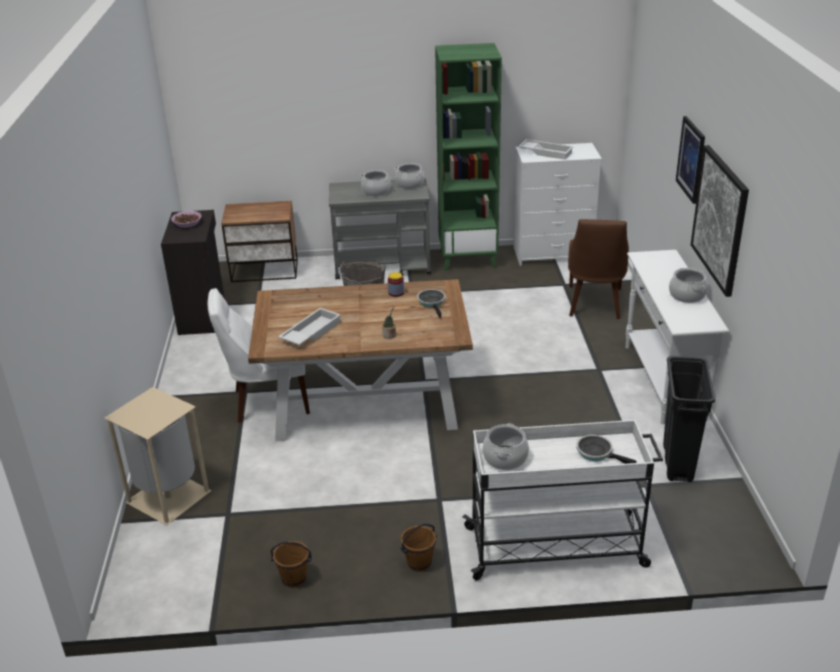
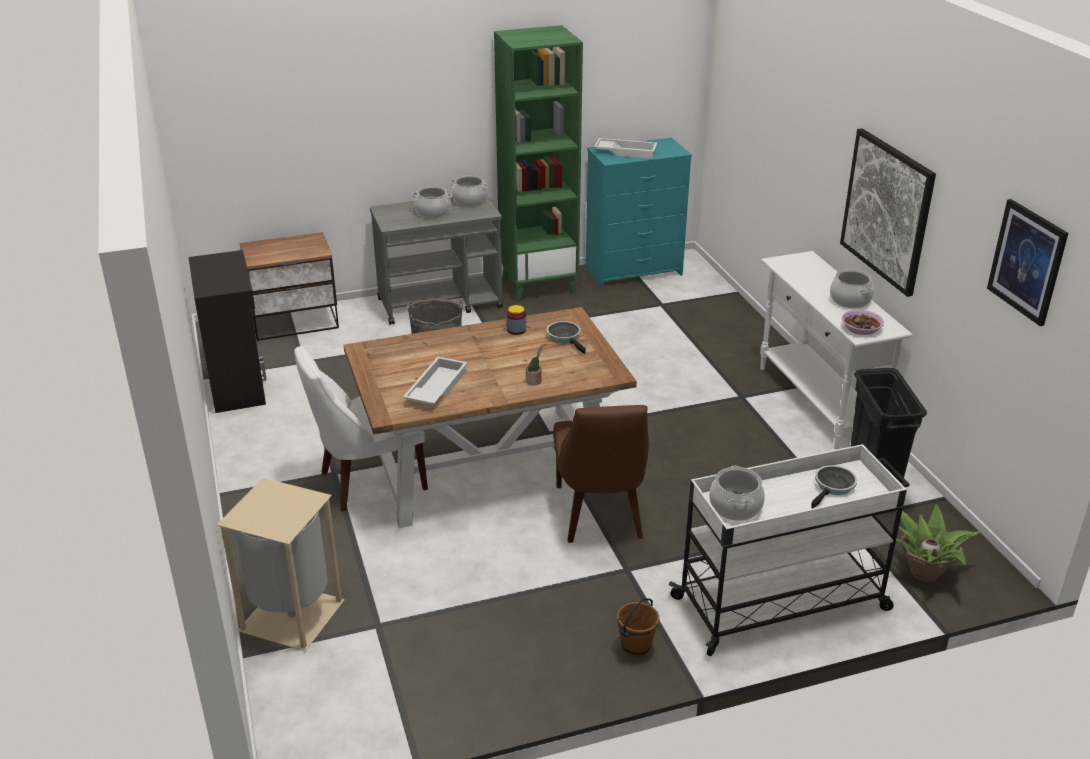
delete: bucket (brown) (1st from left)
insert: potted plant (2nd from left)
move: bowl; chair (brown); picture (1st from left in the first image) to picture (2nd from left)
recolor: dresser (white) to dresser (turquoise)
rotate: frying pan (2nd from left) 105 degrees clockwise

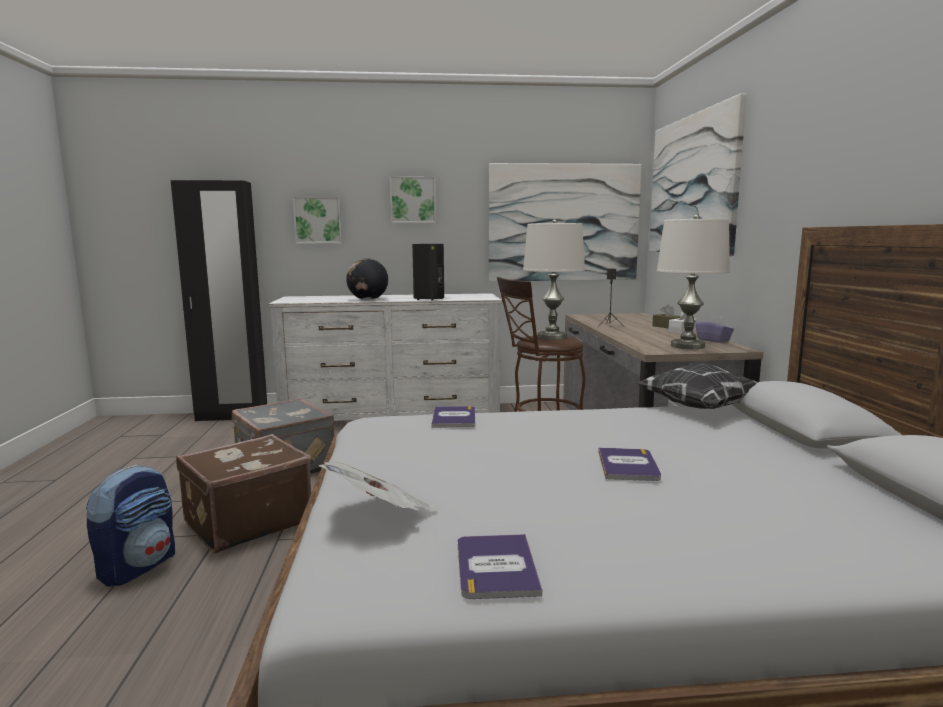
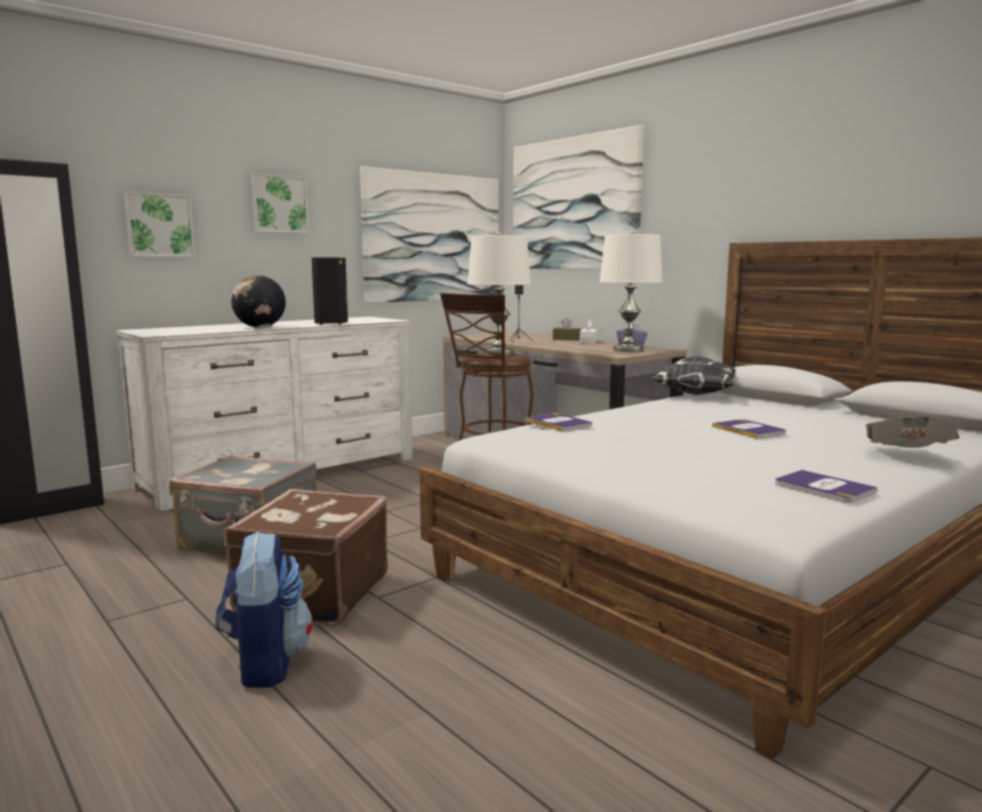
move: newspaper

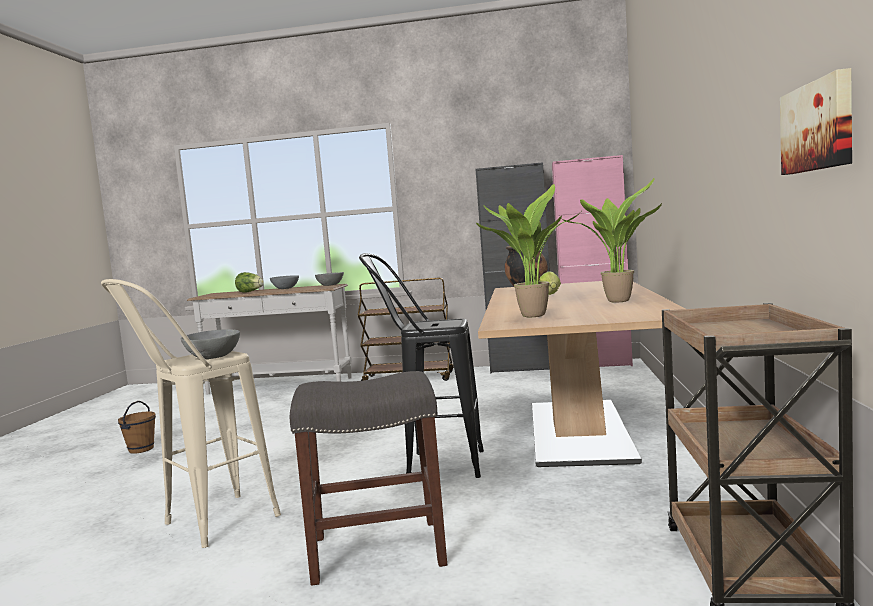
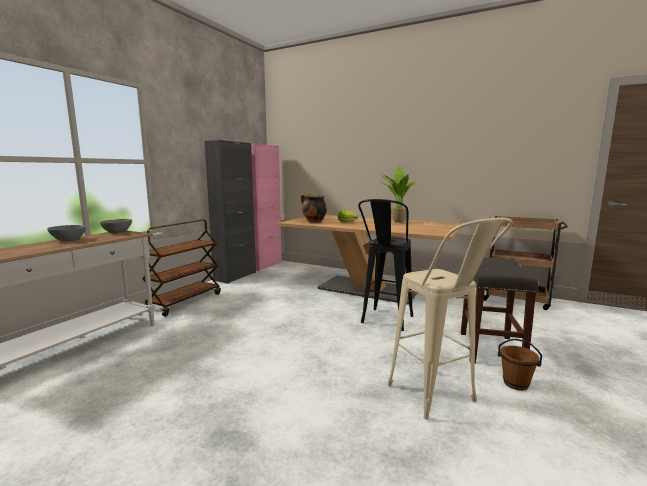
delete: bowl (grey) (1st from left); lettuce (1st from left); potted plant (1st from left); picture
move: bucket (brown)

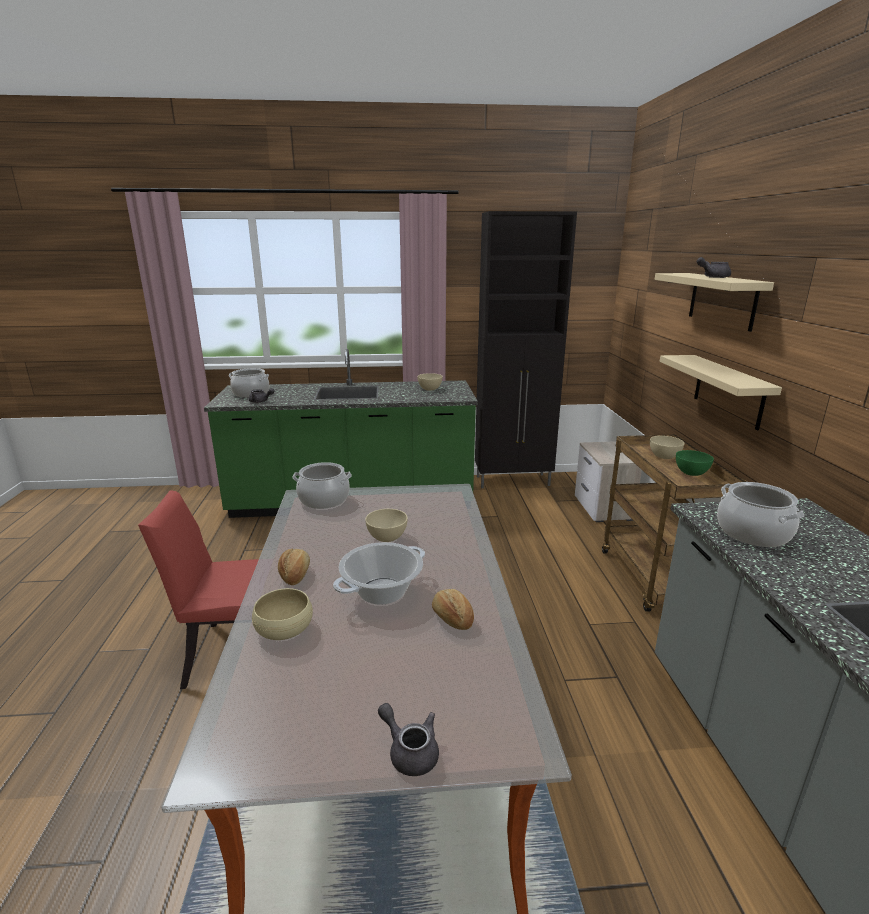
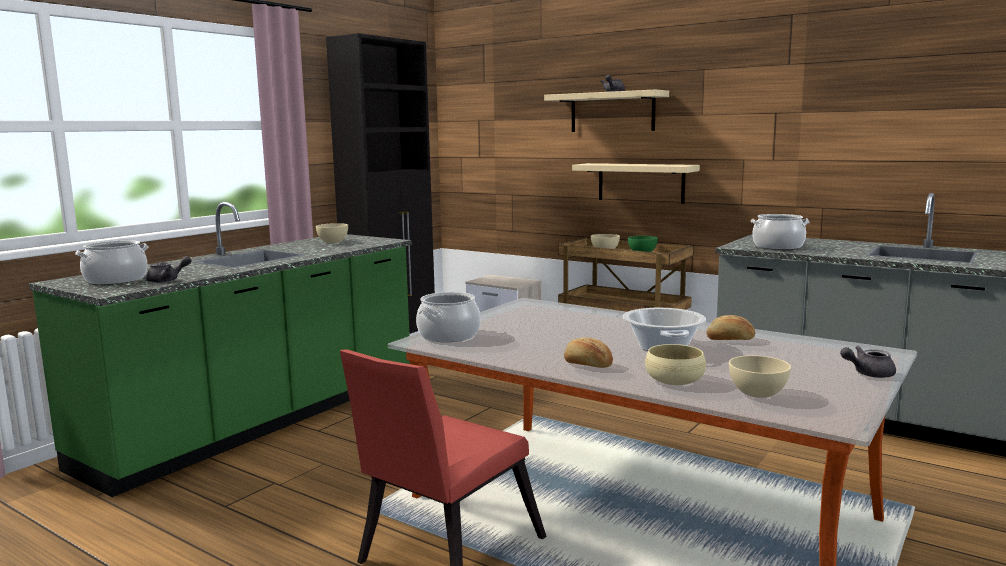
move: bowl (beige) (2nd from left in the first image) to bowl (beige) (4th from left)

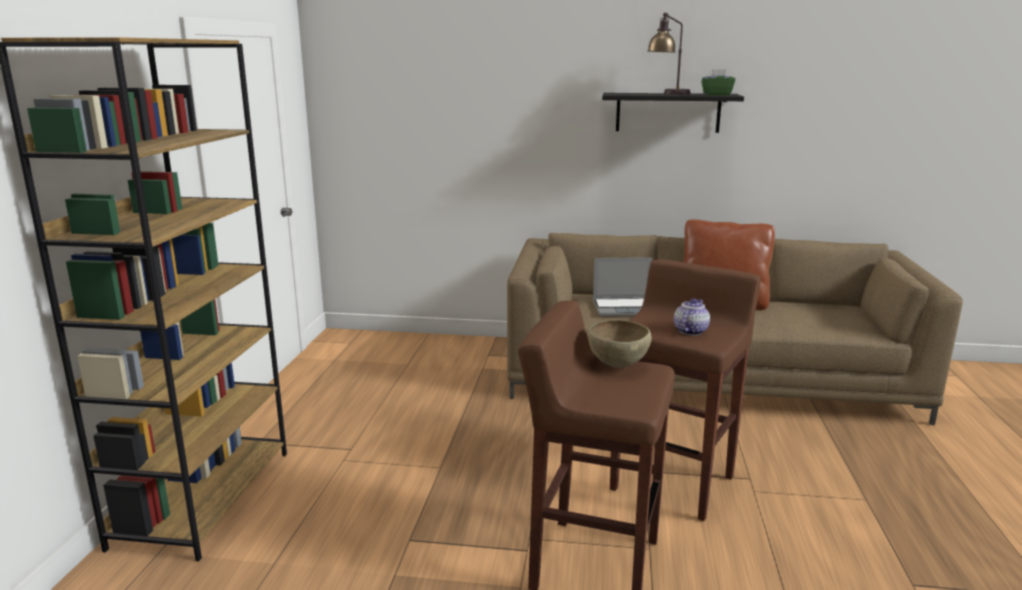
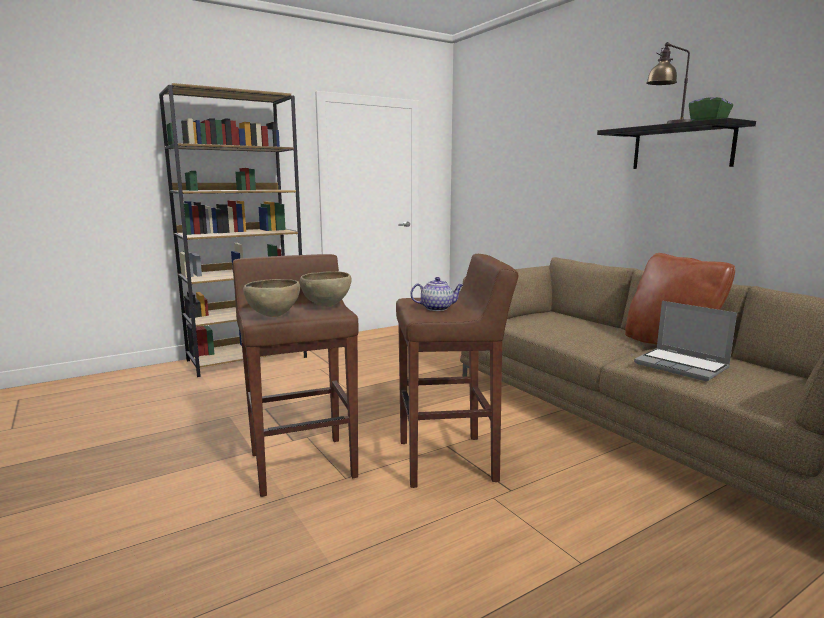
insert: bowl (brown) (1st from left)
move: laptop

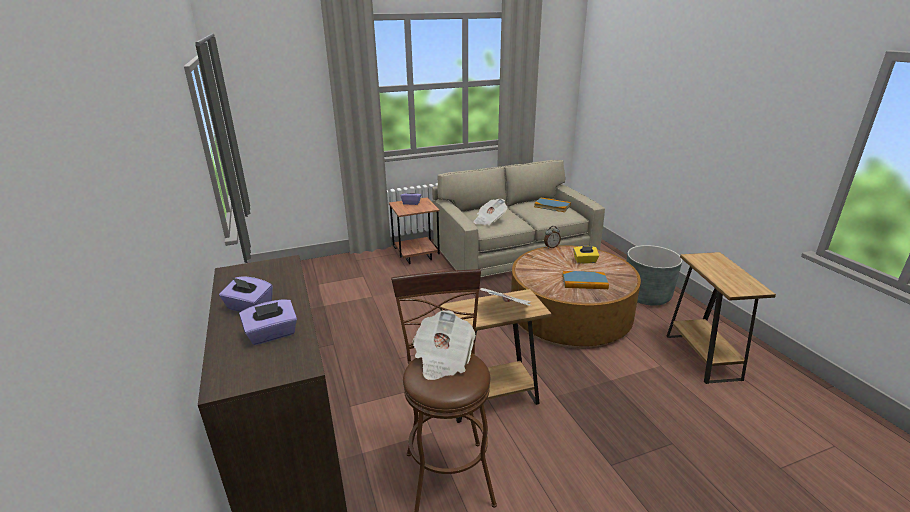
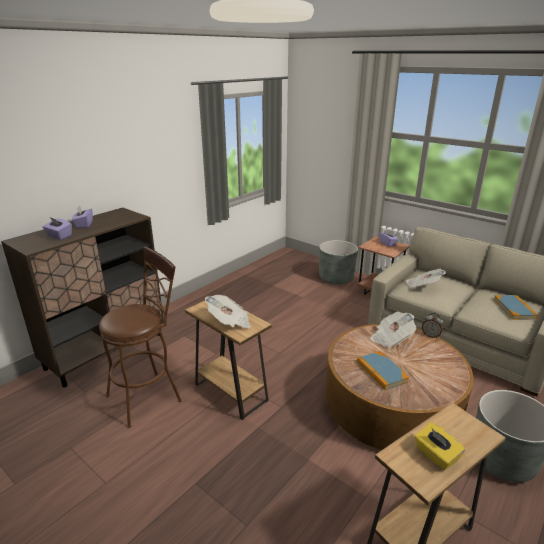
insert: planter (grey) (1st from left)
move: newspaper (1st from left in the first image) to newspaper (2nd from left); tissue box (yellow)

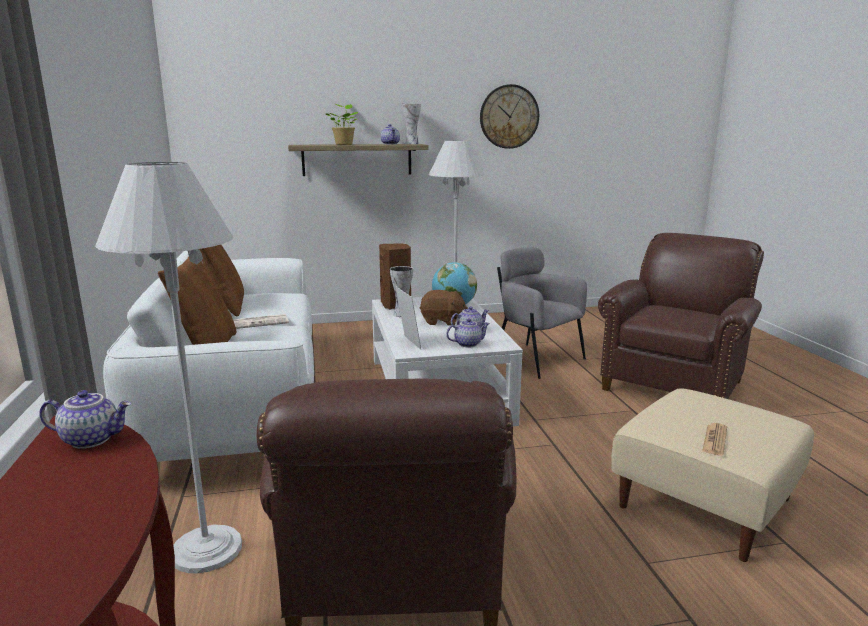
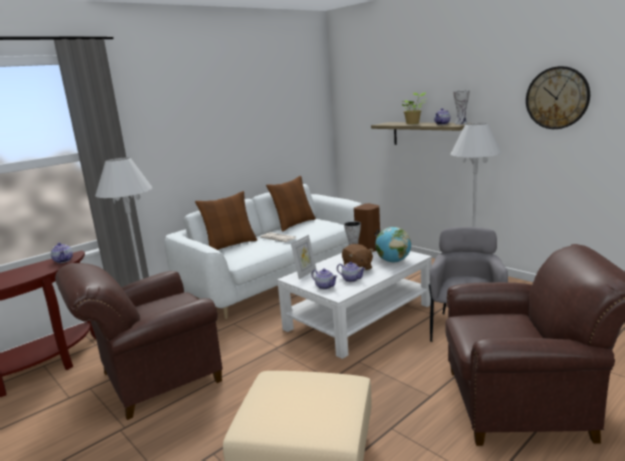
delete: newspaper (2nd from left)

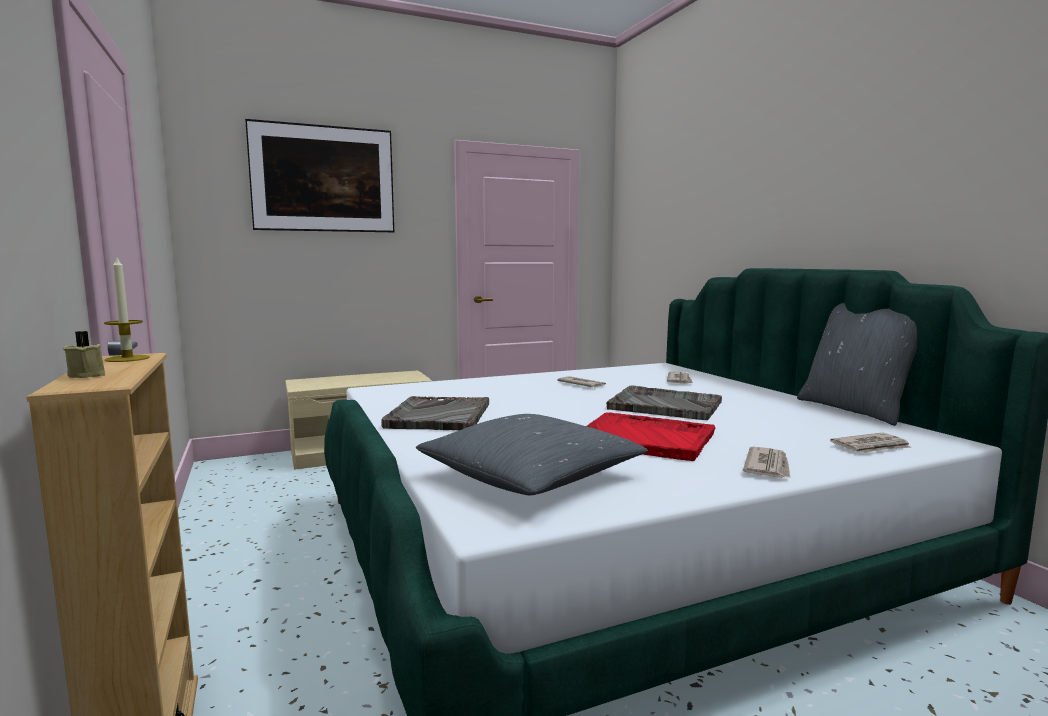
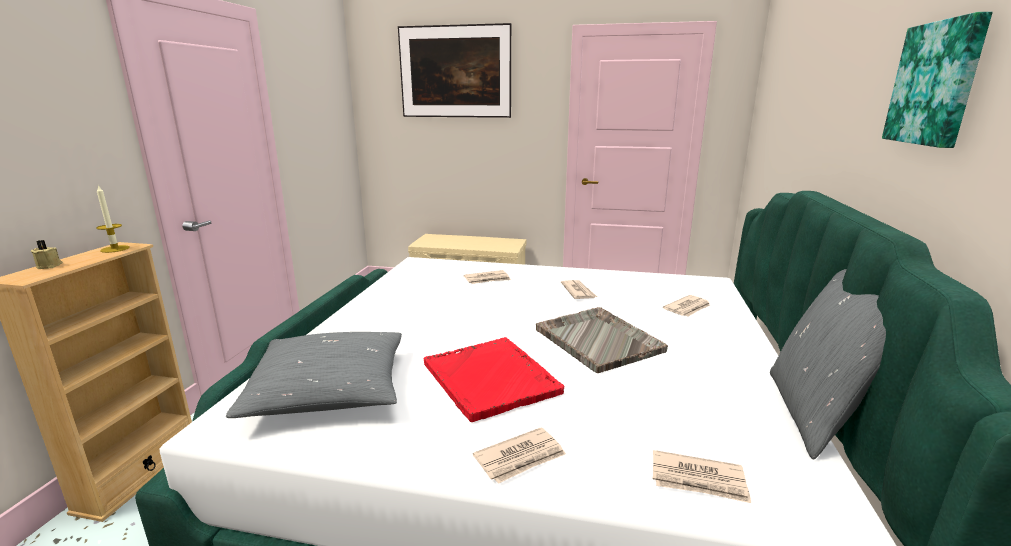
delete: tray (grey) (1st from left)
insert: newspaper (1st from left); picture (2nd from left)

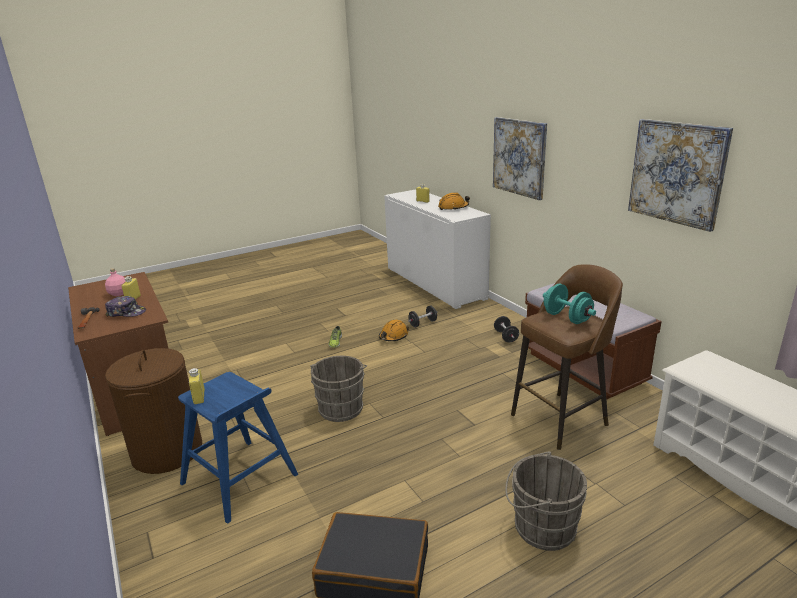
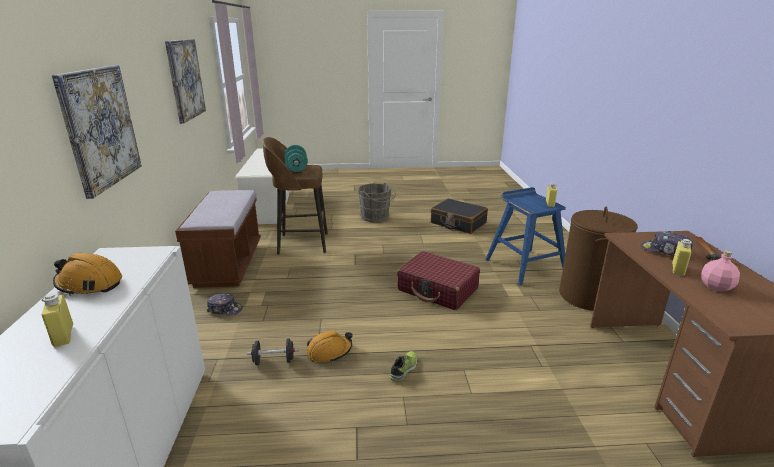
replace: bucket (grey) (1st from left) to suitcase (red); dumbbell (black) (2nd from left) to cap (1st from left)

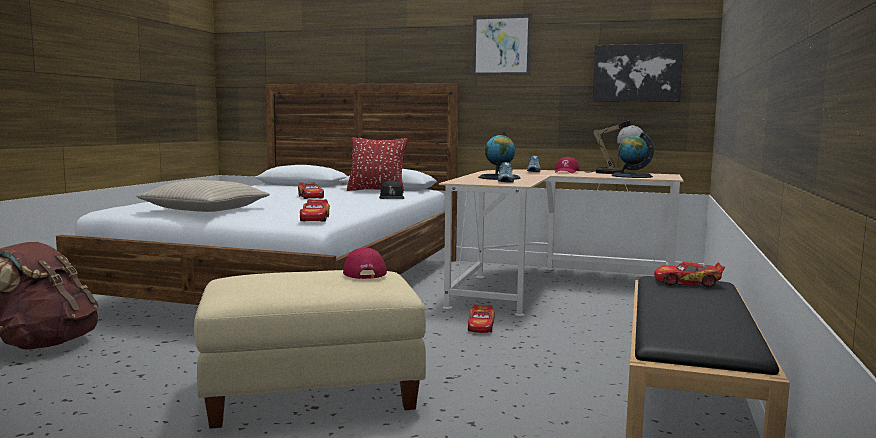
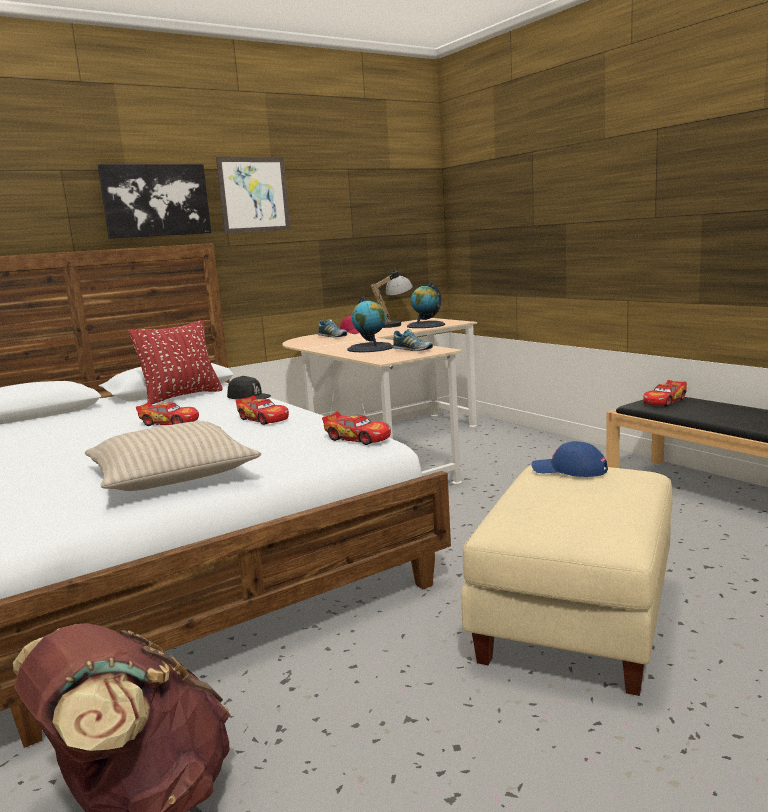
move: toy car (3rd from left in the first image) to toy car (2nd from left); picture (2nd from left in the first image) to picture (1st from left)
recolor: cap (red) (1st from left) to cap (blue)

